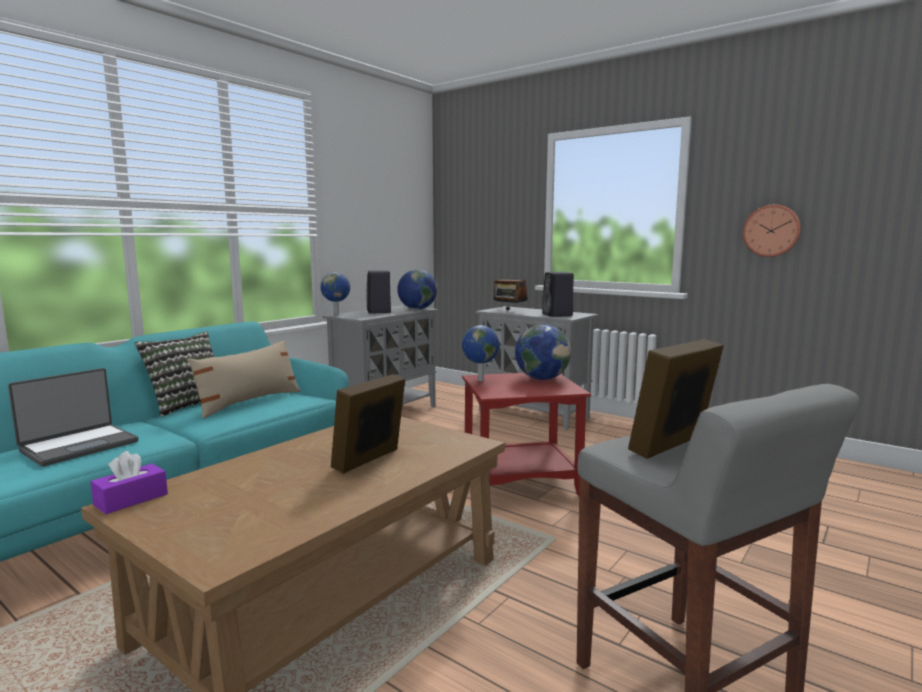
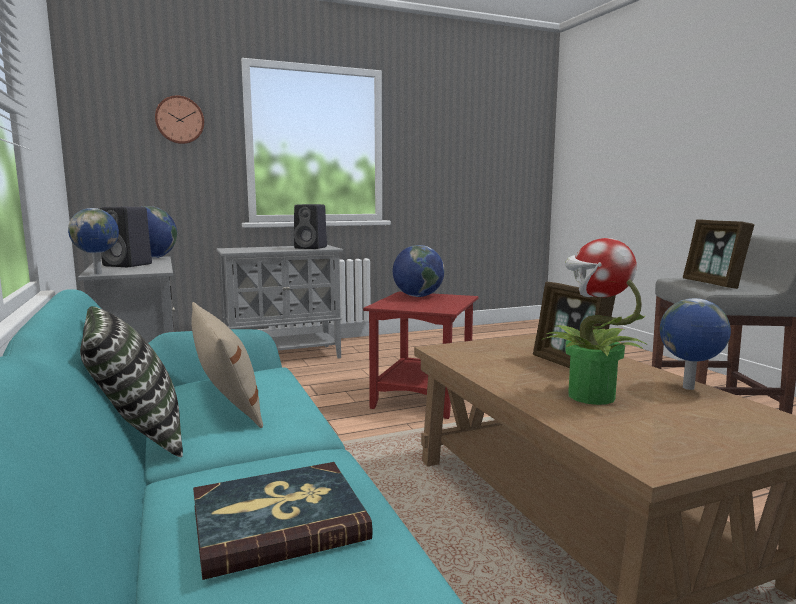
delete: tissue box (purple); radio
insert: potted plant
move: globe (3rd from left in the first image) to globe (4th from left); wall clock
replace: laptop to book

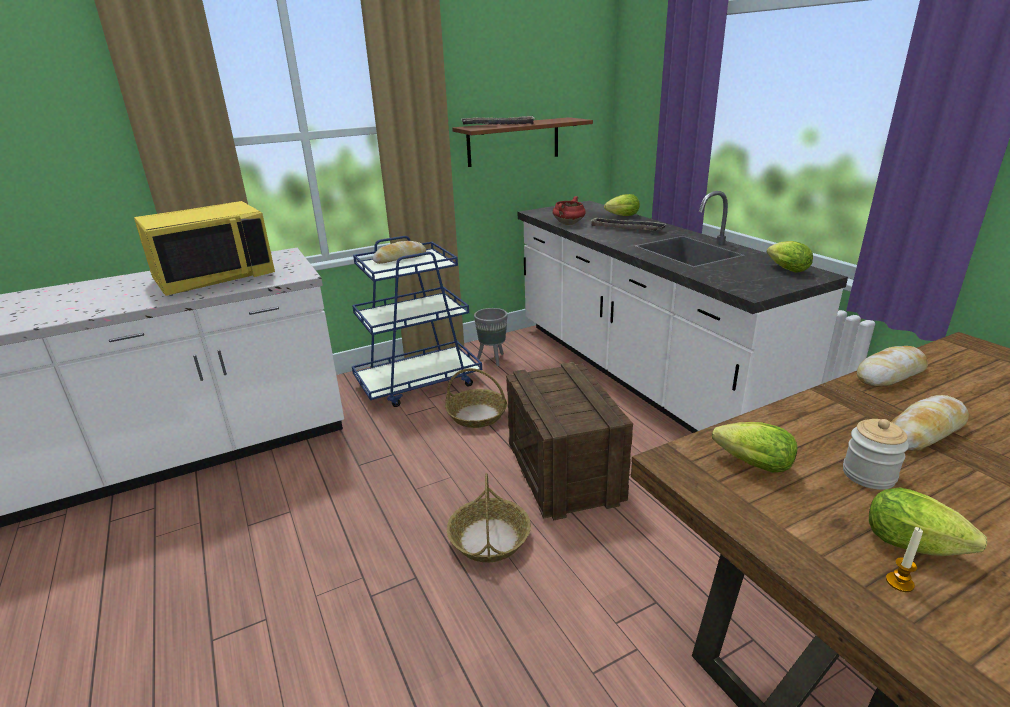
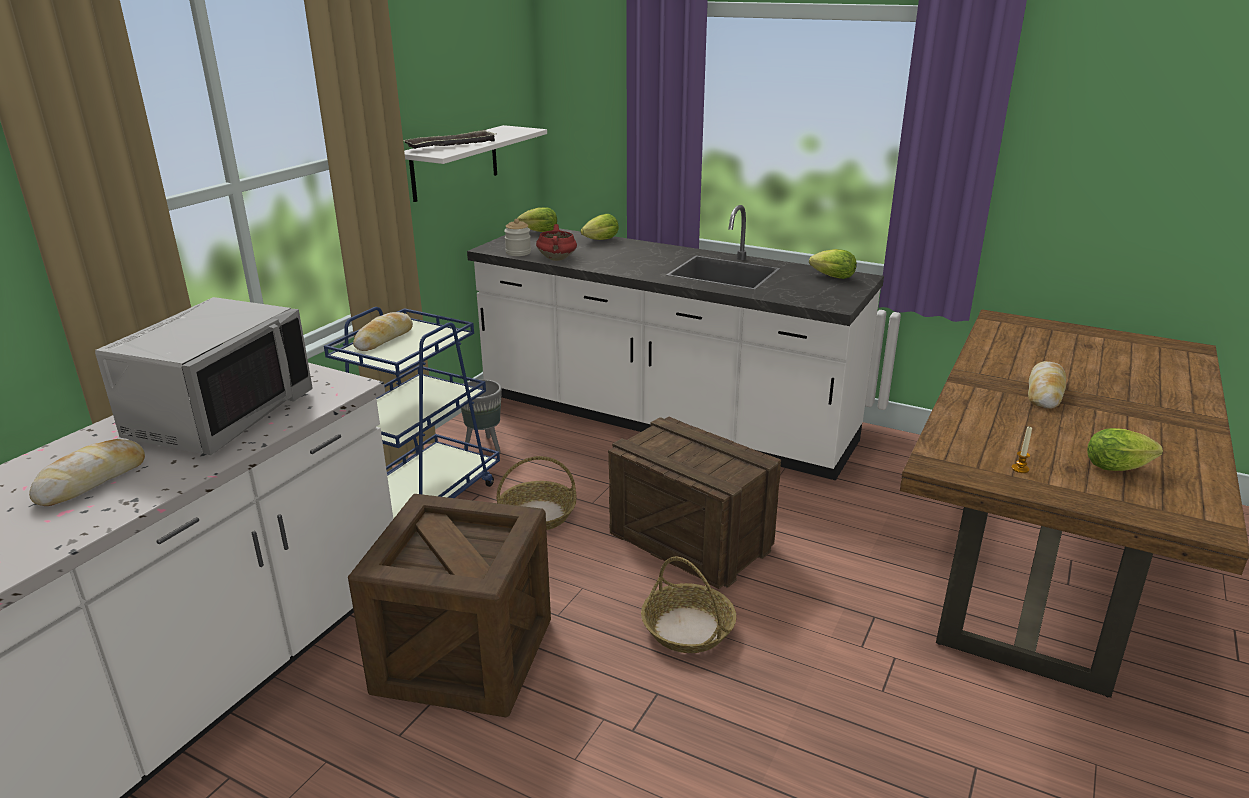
delete: tray (2nd from left)
insert: crate (1st from left)
move: lettuce (2nd from left in the first image) to lettuce (1st from left); jar; bread (2nd from left in the first image) to bread (1st from left); candle
recolor: microwave (yellow) to microwave (grey); shelf (brown) to shelf (white)

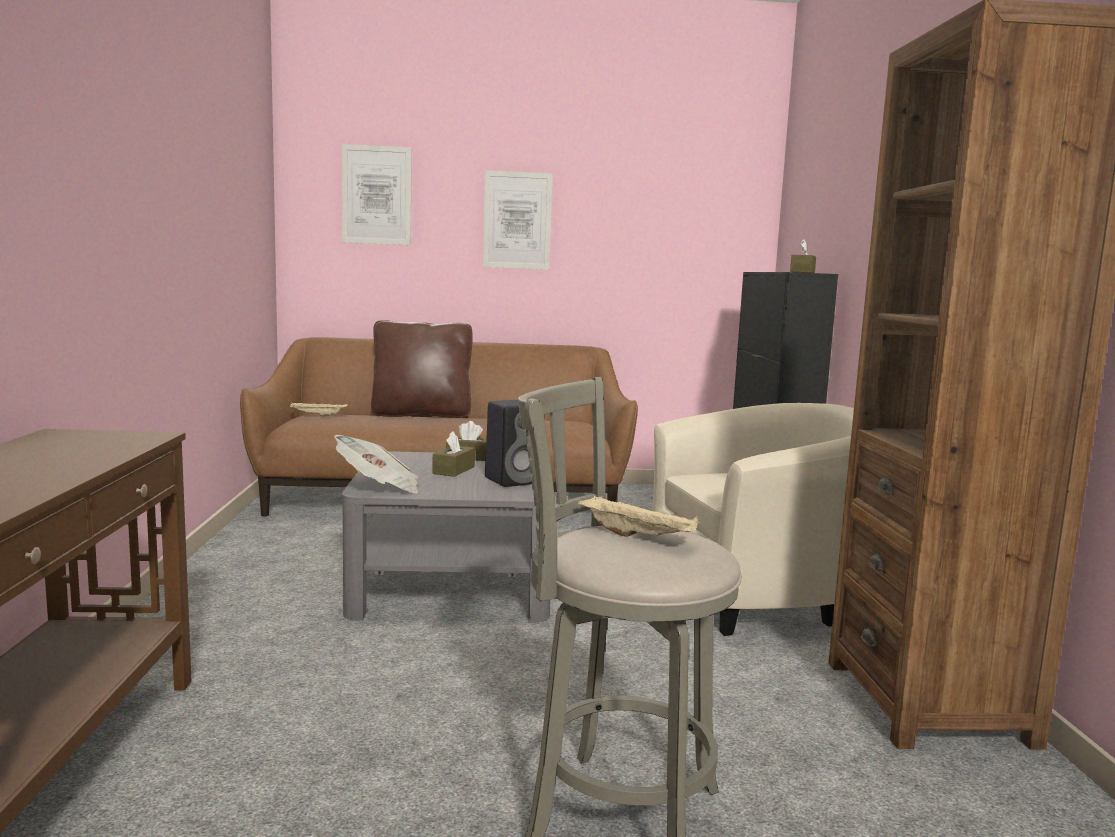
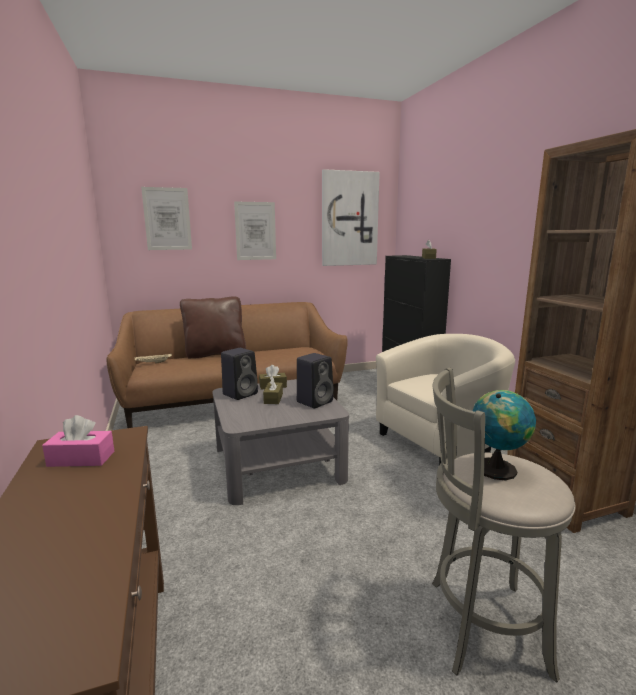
delete: newspaper
insert: tissue box (pink); speaker (black) (1st from left); picture (3rd from left)
replace: tray (beige) (2nd from left) to globe

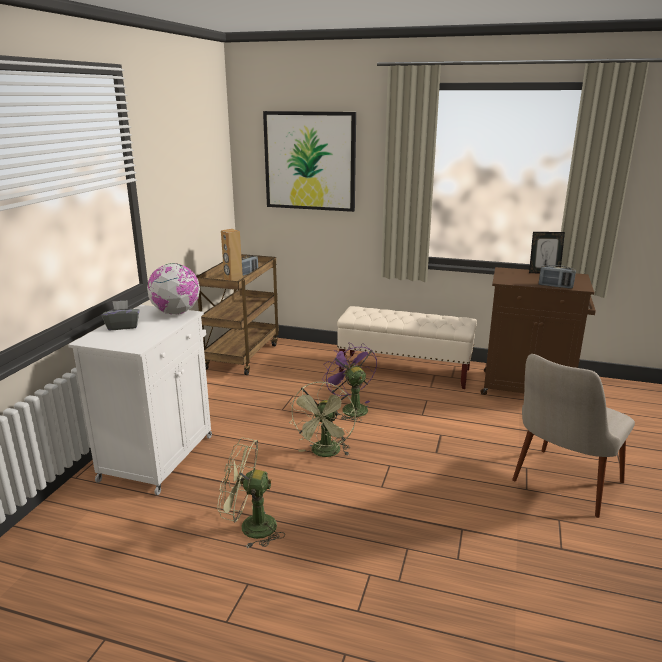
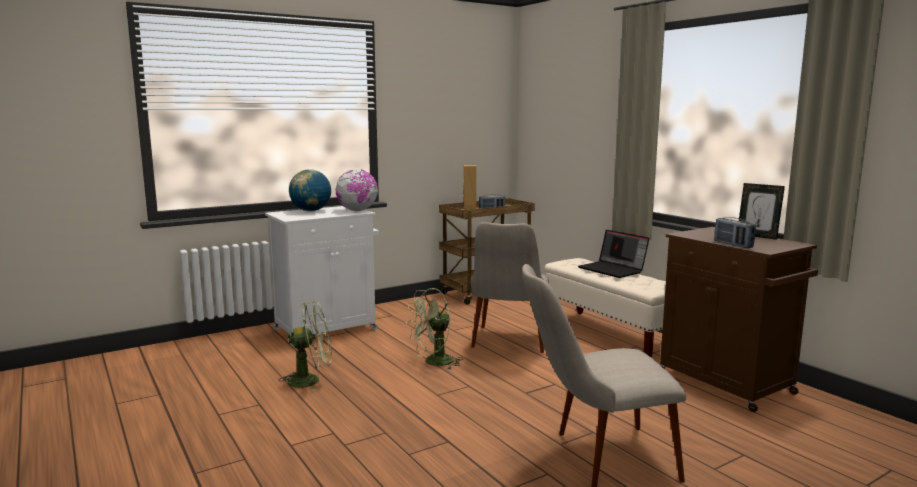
delete: picture
insert: laptop
replace: tissue box (grey) to globe (1st from left); fan (purple) to chair (beige) (1st from left)
rotate: fan (green) (1st from left) 120 degrees clockwise

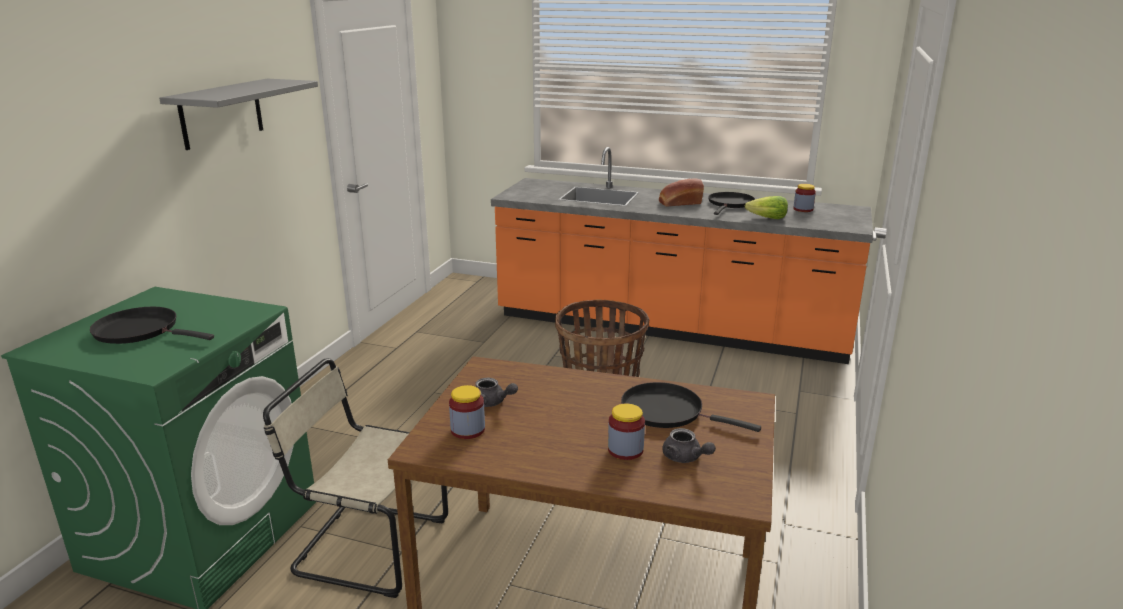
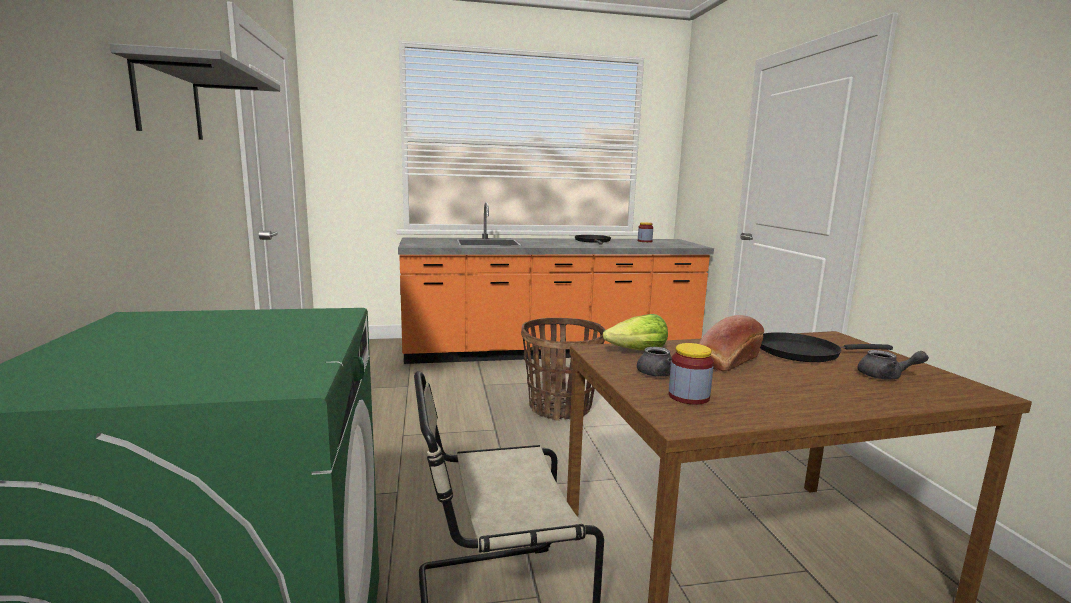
delete: frying pan (black) (1st from left); jar (2nd from left)
move: bread; lettuce

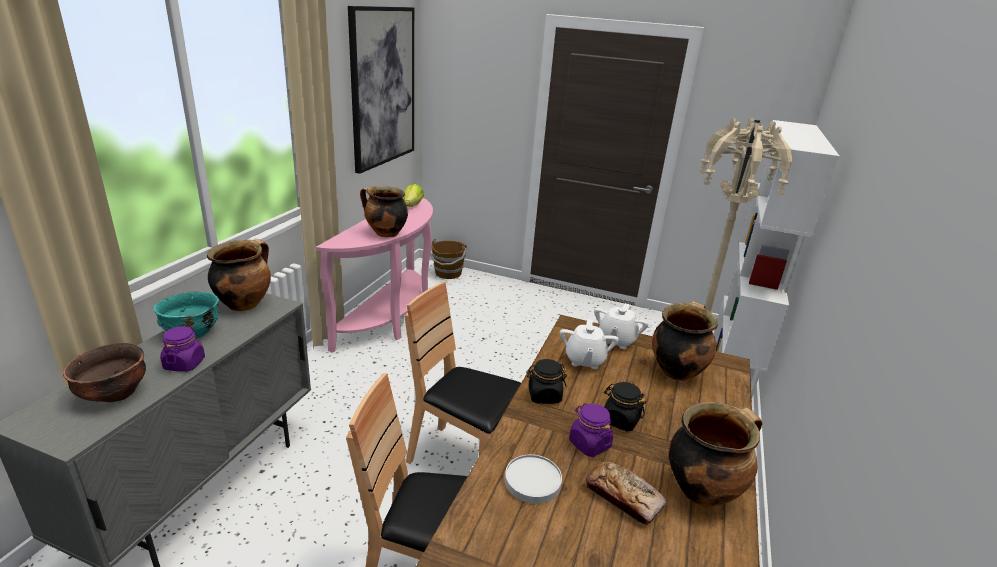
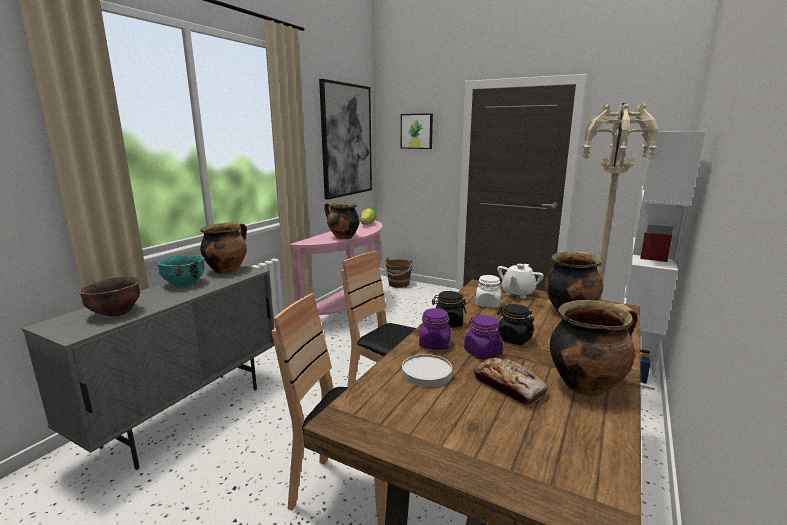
insert: picture (2nd from left)
move: jar (purple) (1st from left)
replace: teapot (white) (1st from left) to jar (white)

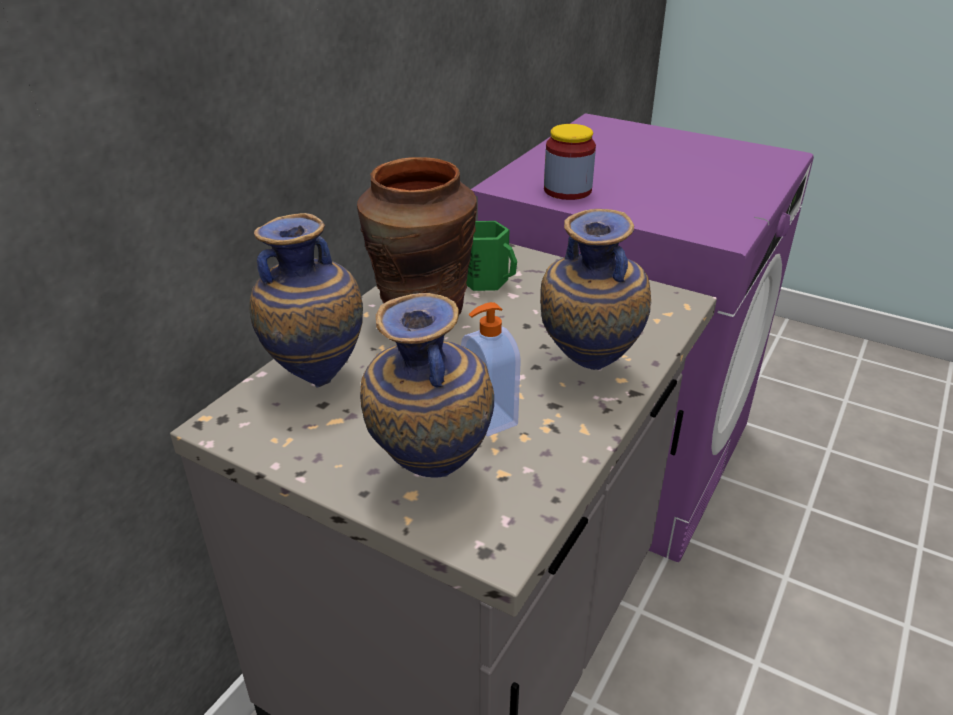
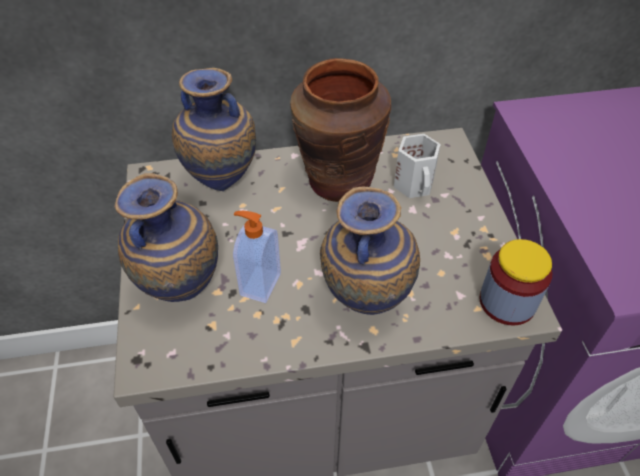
move: jar
recolor: mug (green) to mug (white)

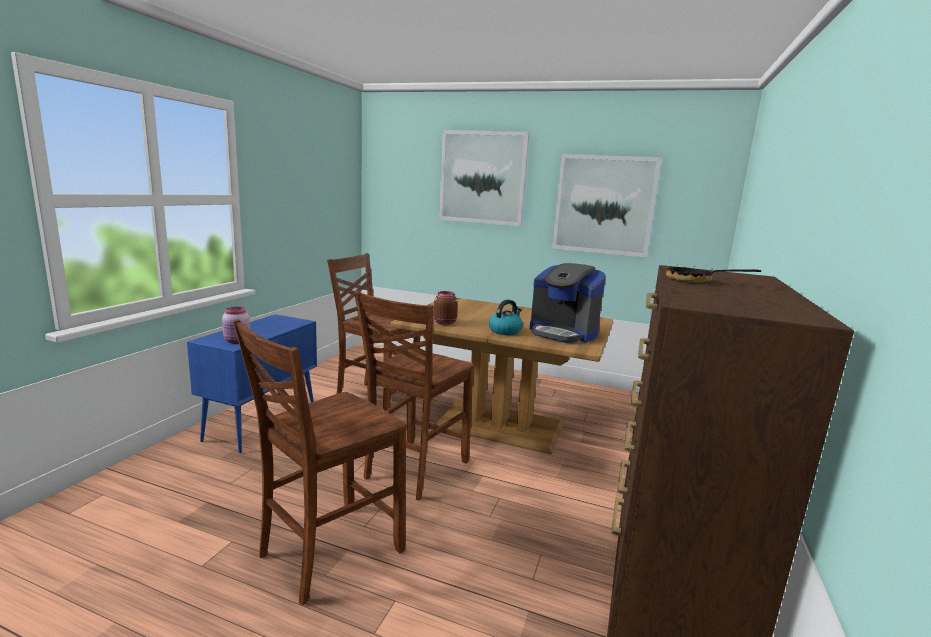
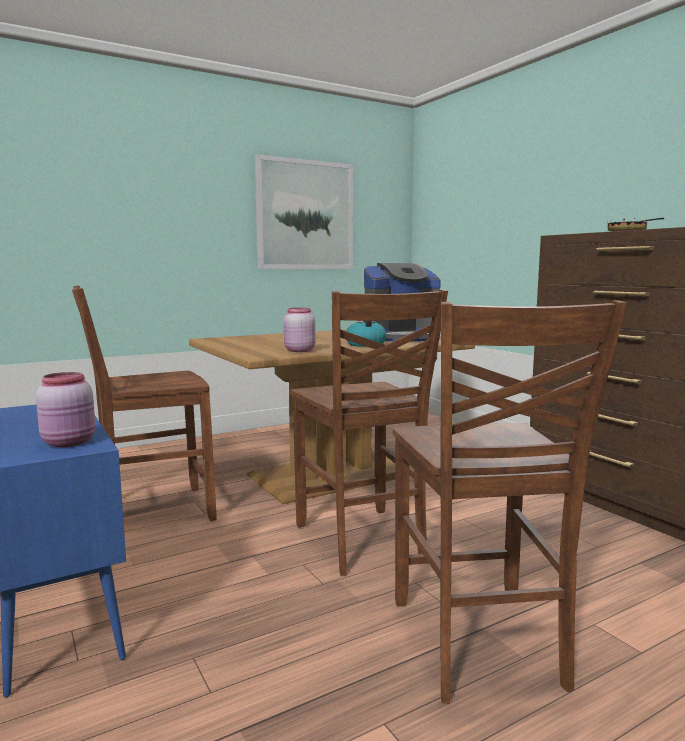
delete: picture (1st from left)
recolor: jar (brown) to jar (pink) (2nd from left)

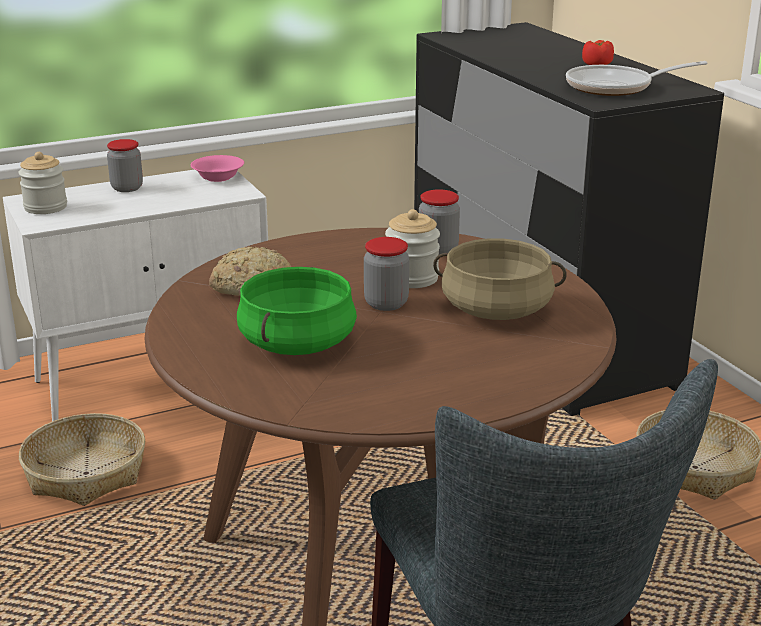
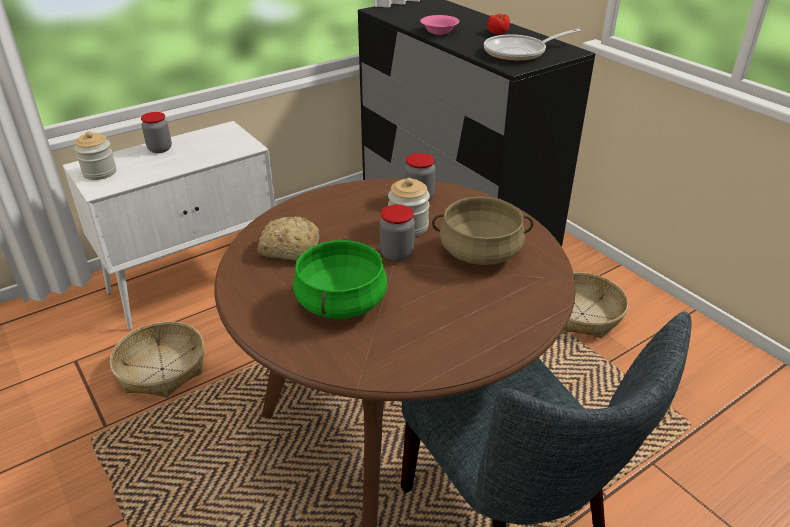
move: bowl (pink)

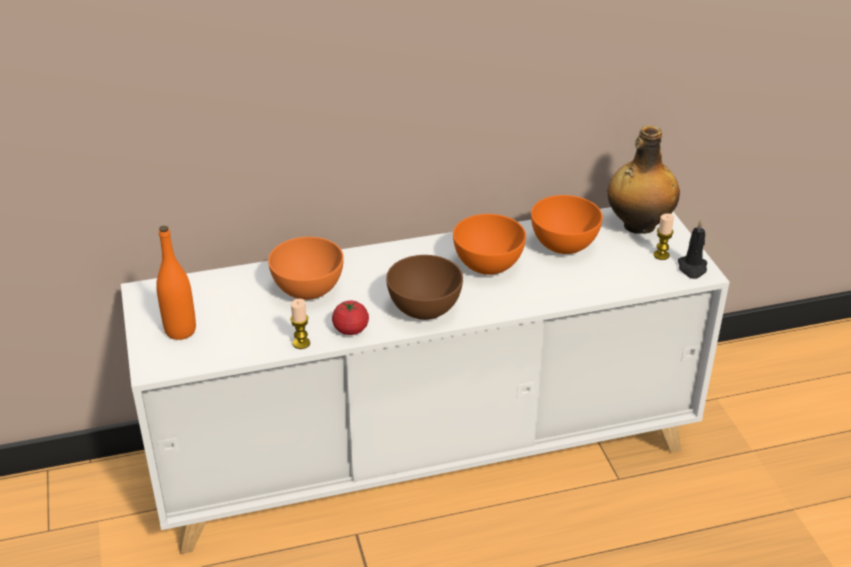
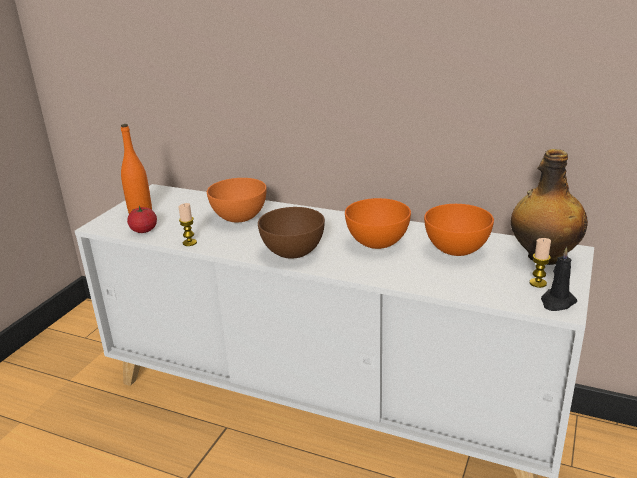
move: tomato

